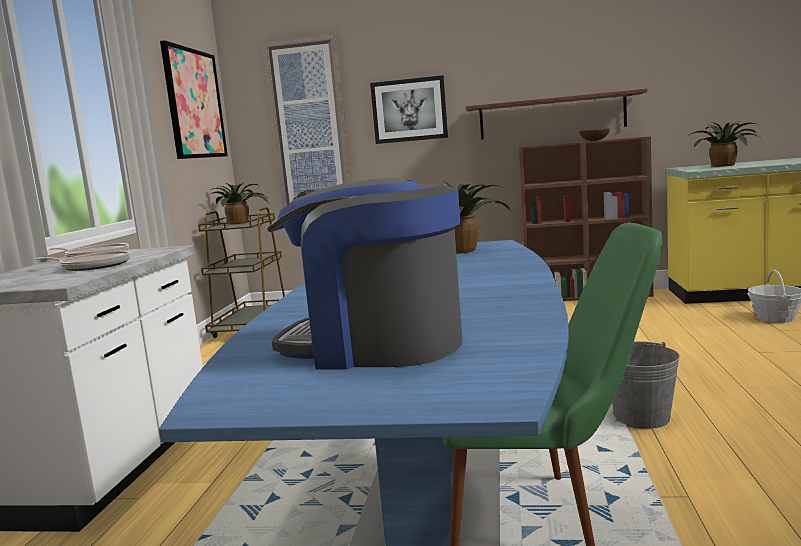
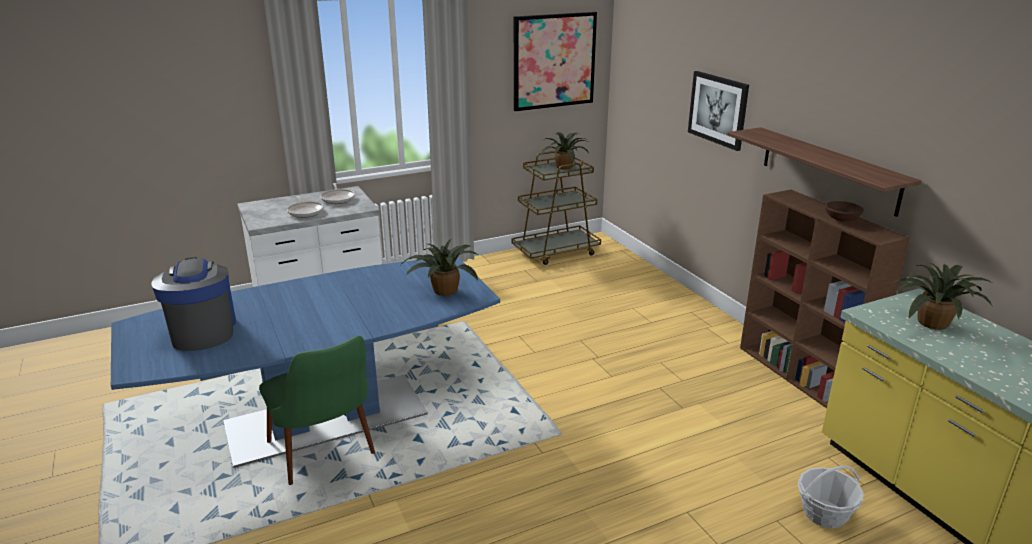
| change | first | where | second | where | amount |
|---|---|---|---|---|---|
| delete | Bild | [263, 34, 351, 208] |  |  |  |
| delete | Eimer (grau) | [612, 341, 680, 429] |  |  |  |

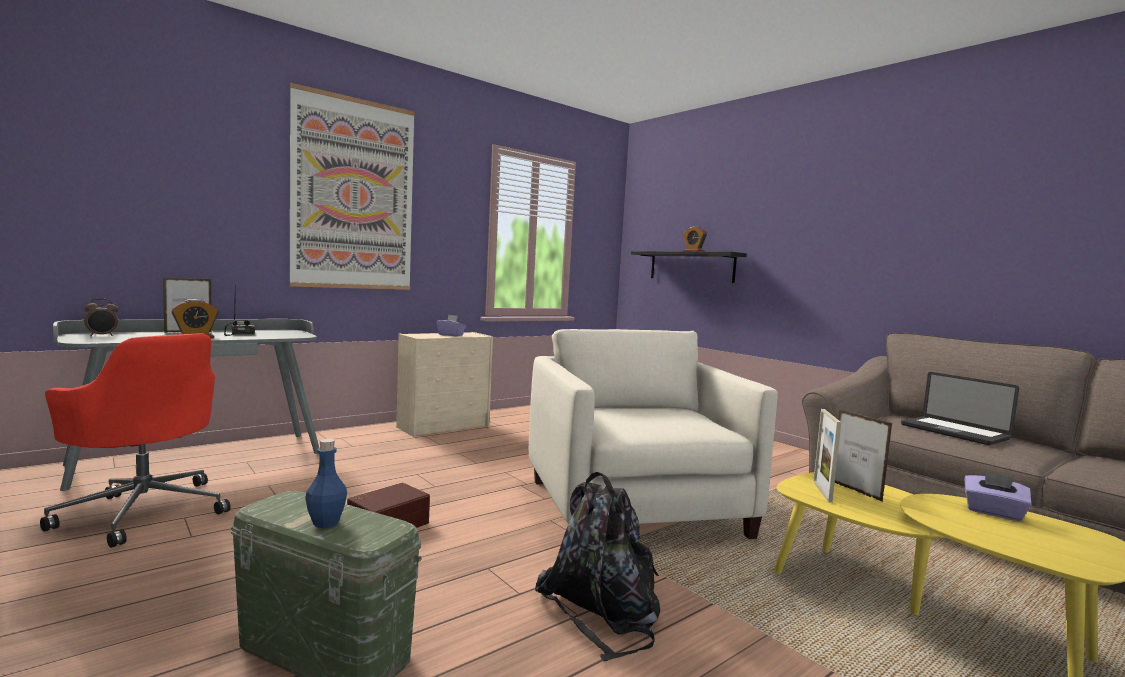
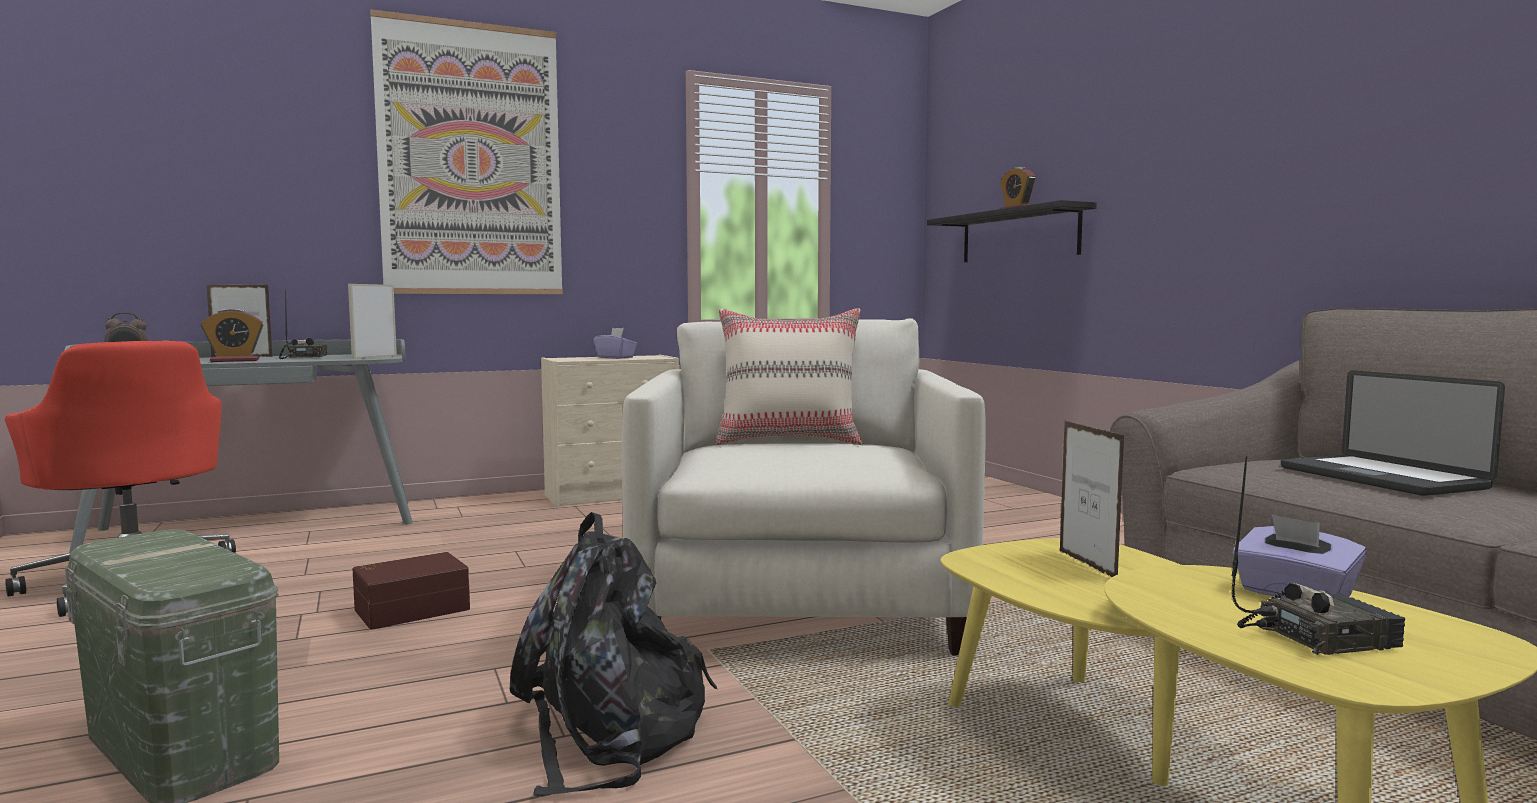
| change | first | where | second | where | amount |
|---|---|---|---|---|---|
| delete | Flasche (blau) | [305, 438, 347, 528] |  |  |  |
| move | Bilderrahmen | [813, 409, 841, 503] |  | [348, 284, 397, 359] |  |
| insert |  |  | Kissen (beige) | [716, 308, 862, 445] |  |
| insert |  |  | Radio | [1232, 456, 1405, 655] |  |

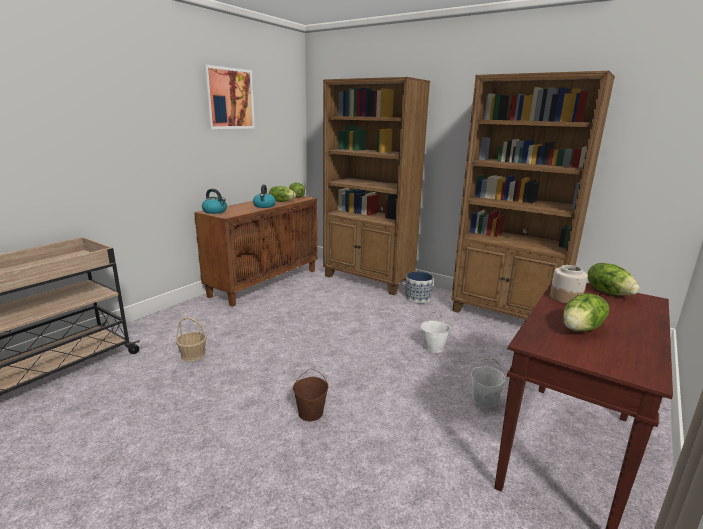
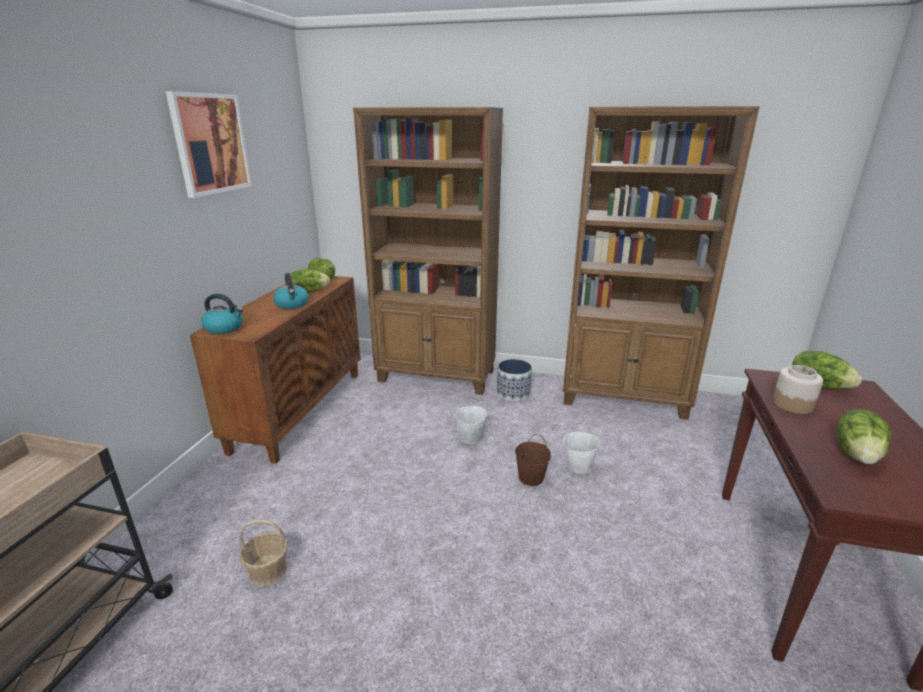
| change | first | where | second | where | amount |
|---|---|---|---|---|---|
| move | Eimer (braun) | [293, 369, 328, 422] |  | [515, 434, 551, 486] |  |
| move | Eimer (weiß) | [471, 358, 506, 408] |  | [455, 397, 487, 444] |  |

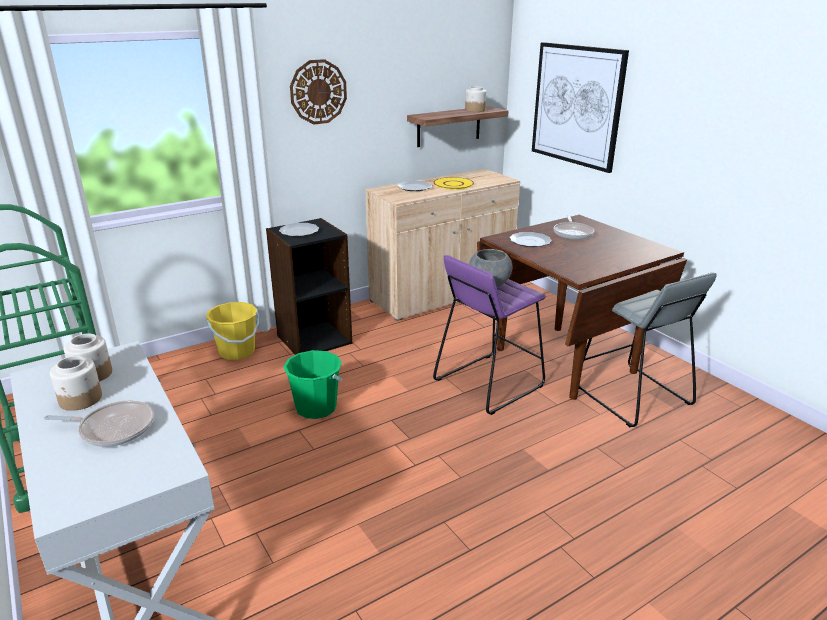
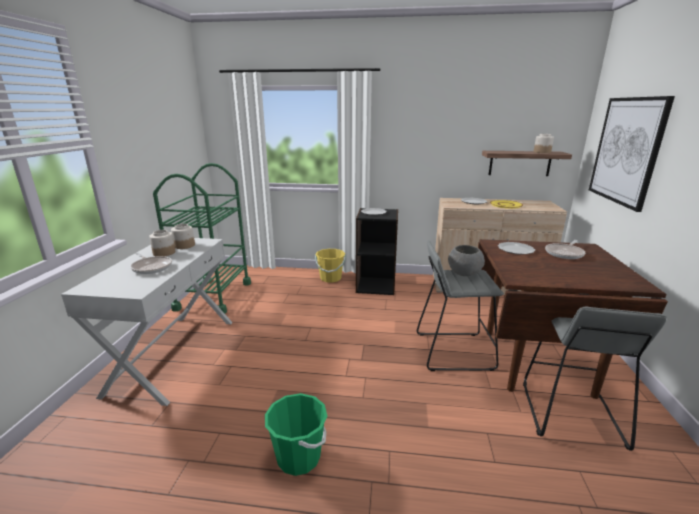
| change | first | where | second | where | amount |
|---|---|---|---|---|---|
| move | Eimer (grün) | [283, 350, 342, 419] |  | [265, 393, 327, 476] |  |
| delete | Wanduhr | [290, 59, 347, 124] |  |  |  |
| recolor | Hocker (lila) | [433, 255, 546, 415] | Hocker (grau) | [417, 241, 504, 371] |  |

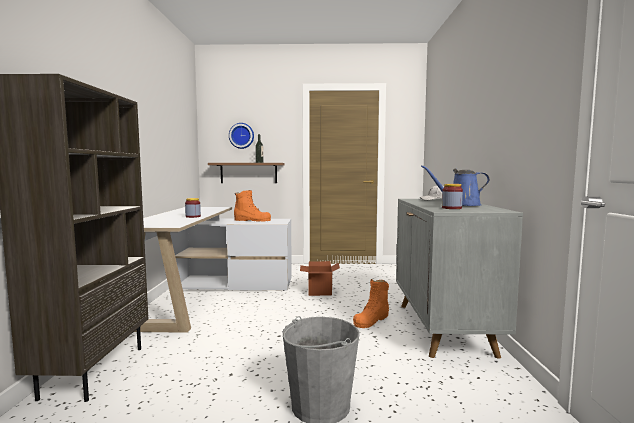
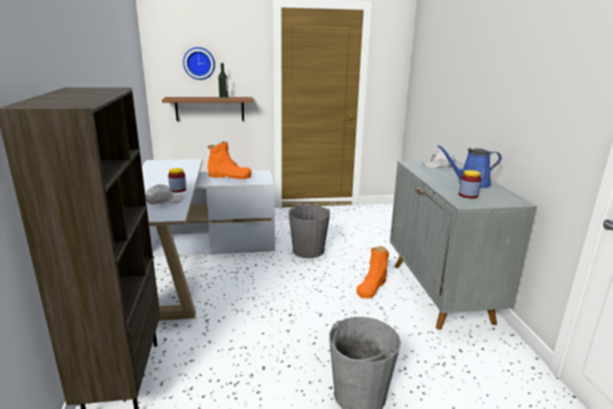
| change | first | where | second | where | amount |
|---|---|---|---|---|---|
| replace | Karton | [300, 261, 340, 296] | Eimer (grau) | [288, 203, 330, 258] |  |
| insert |  |  | Kappe (weiß) | [145, 184, 184, 204] |  |

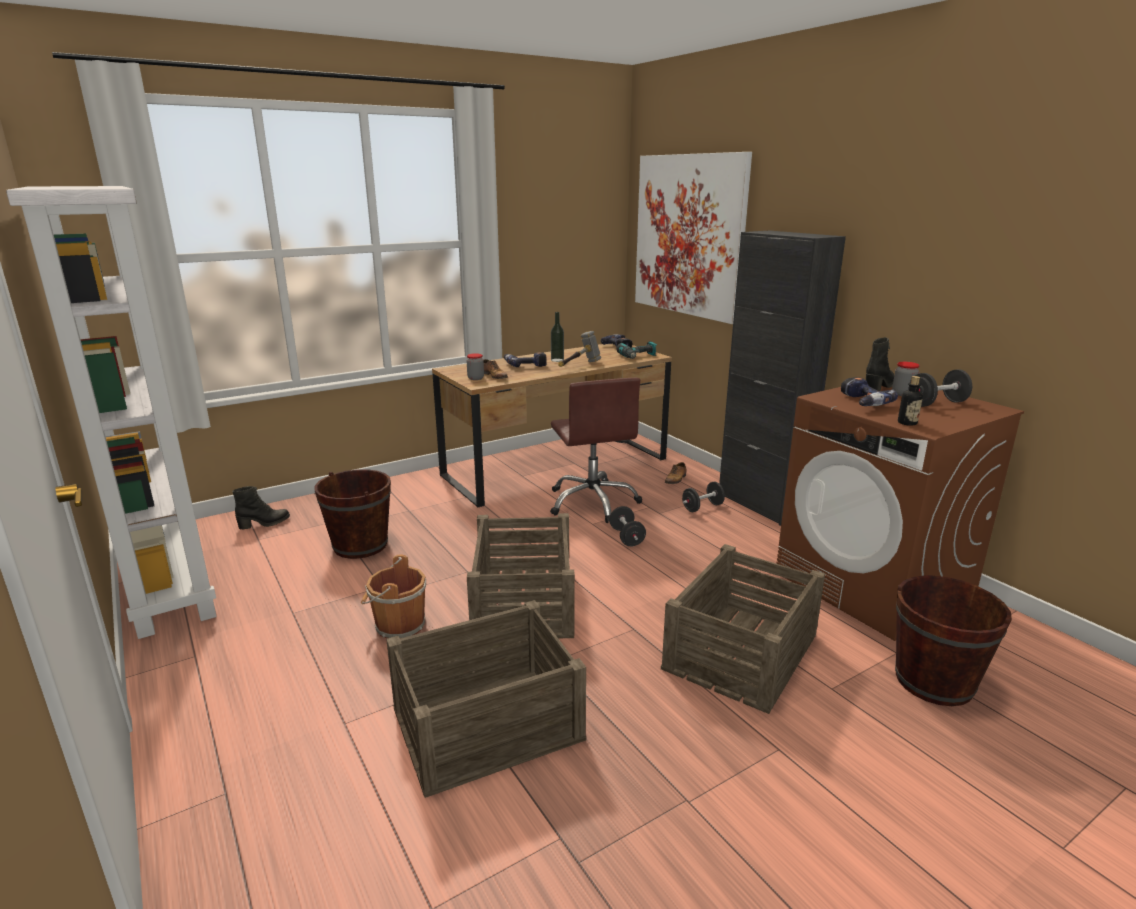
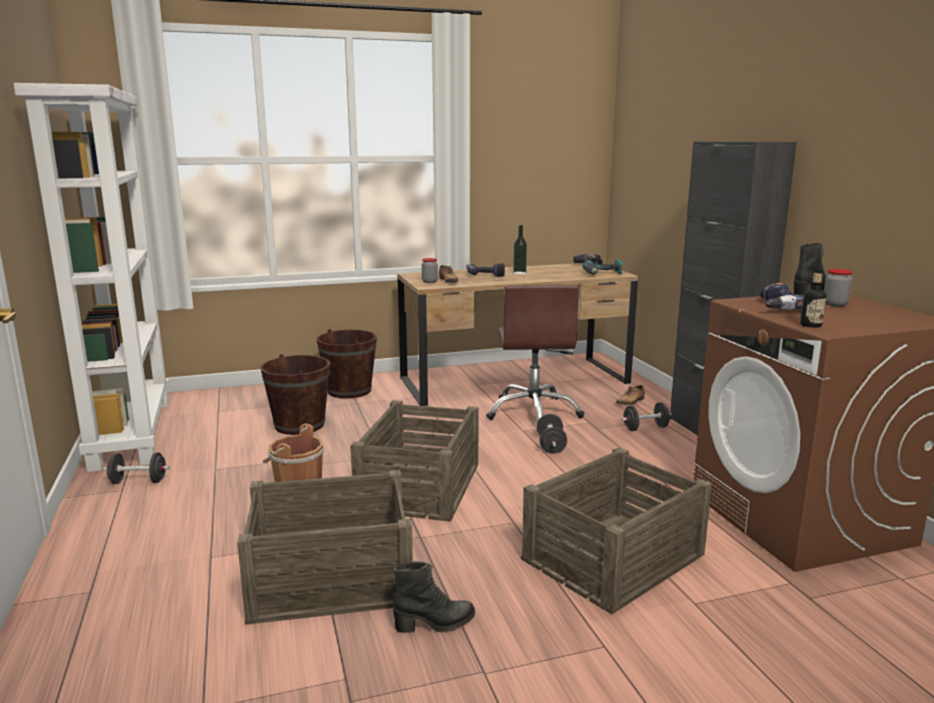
| change | first | where | second | where | amount |
|---|---|---|---|---|---|
| move | Stiefel (schwarz) | [232, 486, 290, 529] |  | [393, 561, 475, 633] |  |
| delete | Hammer | [558, 331, 601, 367] |  |  |  |
| delete | Bild | [635, 152, 752, 324] |  |  |  |
| move | Eimer (braun) | [895, 575, 1012, 706] |  | [317, 329, 377, 399] |  |
| move | Hantel (schwarz) | [910, 369, 972, 407] |  | [103, 453, 170, 484] |  |

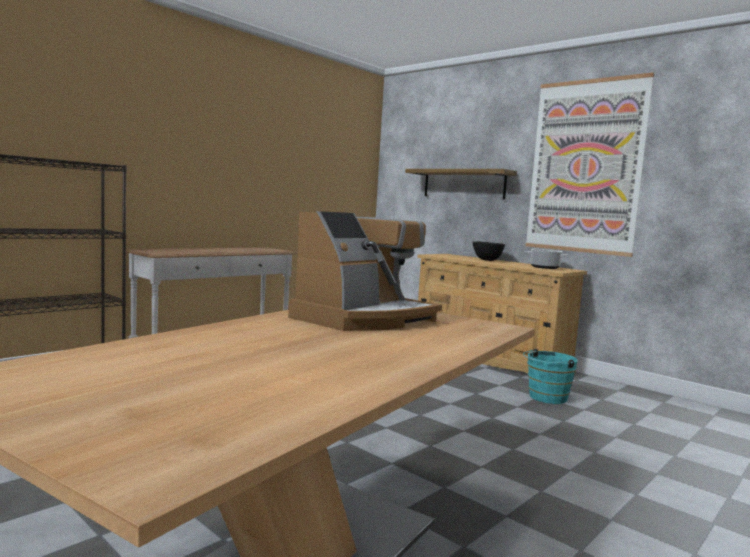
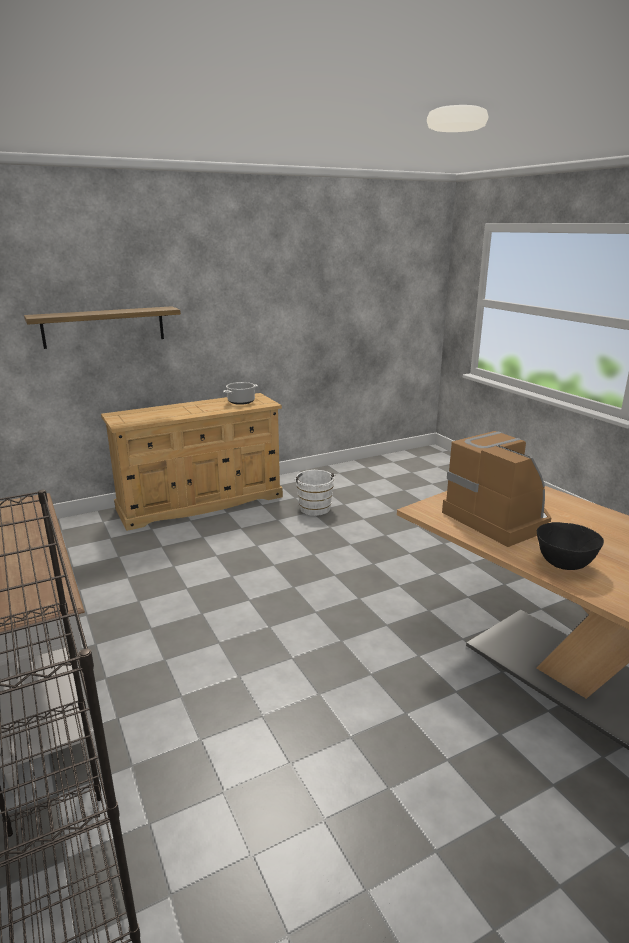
| change | first | where | second | where | amount |
|---|---|---|---|---|---|
| move | Schüssel (schwarz) | [473, 241, 505, 261] |  | [537, 522, 604, 570] |  |
| recolor | Eimer (türkis) | [523, 349, 578, 404] | Eimer (weiß) | [294, 470, 336, 516] |  |
| delete | Bild | [525, 72, 654, 257] |  |  |  |

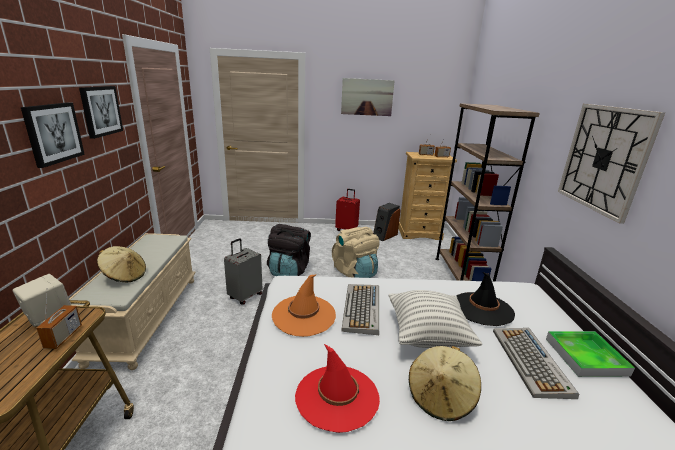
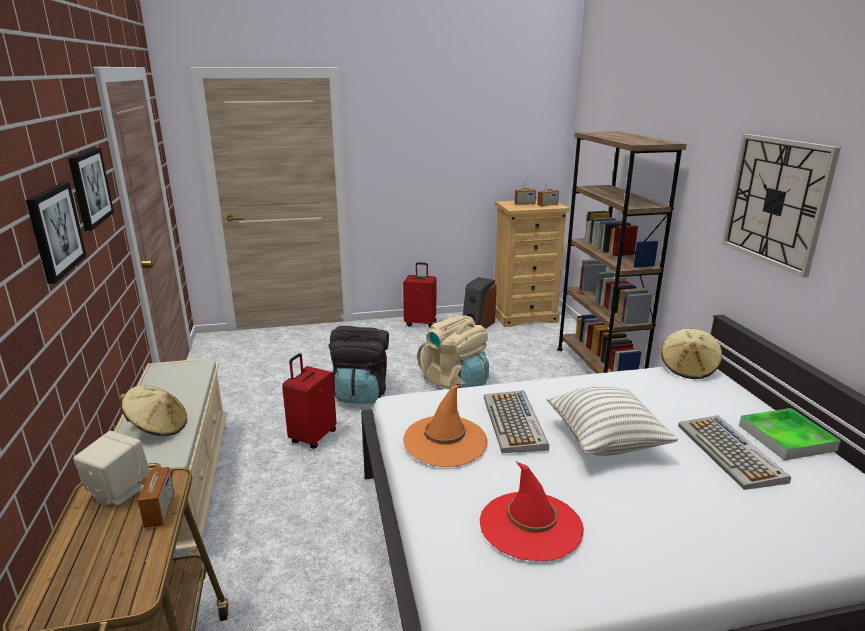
| change | first | where | second | where | amount |
|---|---|---|---|---|---|
| recolor | Koffer (grau) | [224, 238, 262, 304] | Koffer (rot) | [282, 353, 336, 449] |  |
| delete | Bild | [341, 78, 395, 116] |  |  |  |
| move | Hut (beige) | [409, 346, 481, 421] |  | [661, 328, 722, 379] |  |
| delete | Hut (schwarz) | [457, 272, 515, 326] |  |  |  |

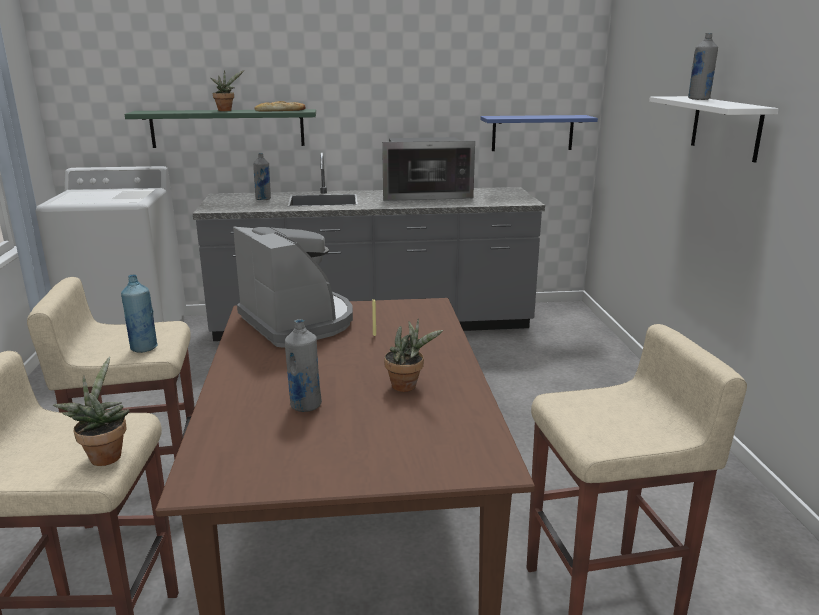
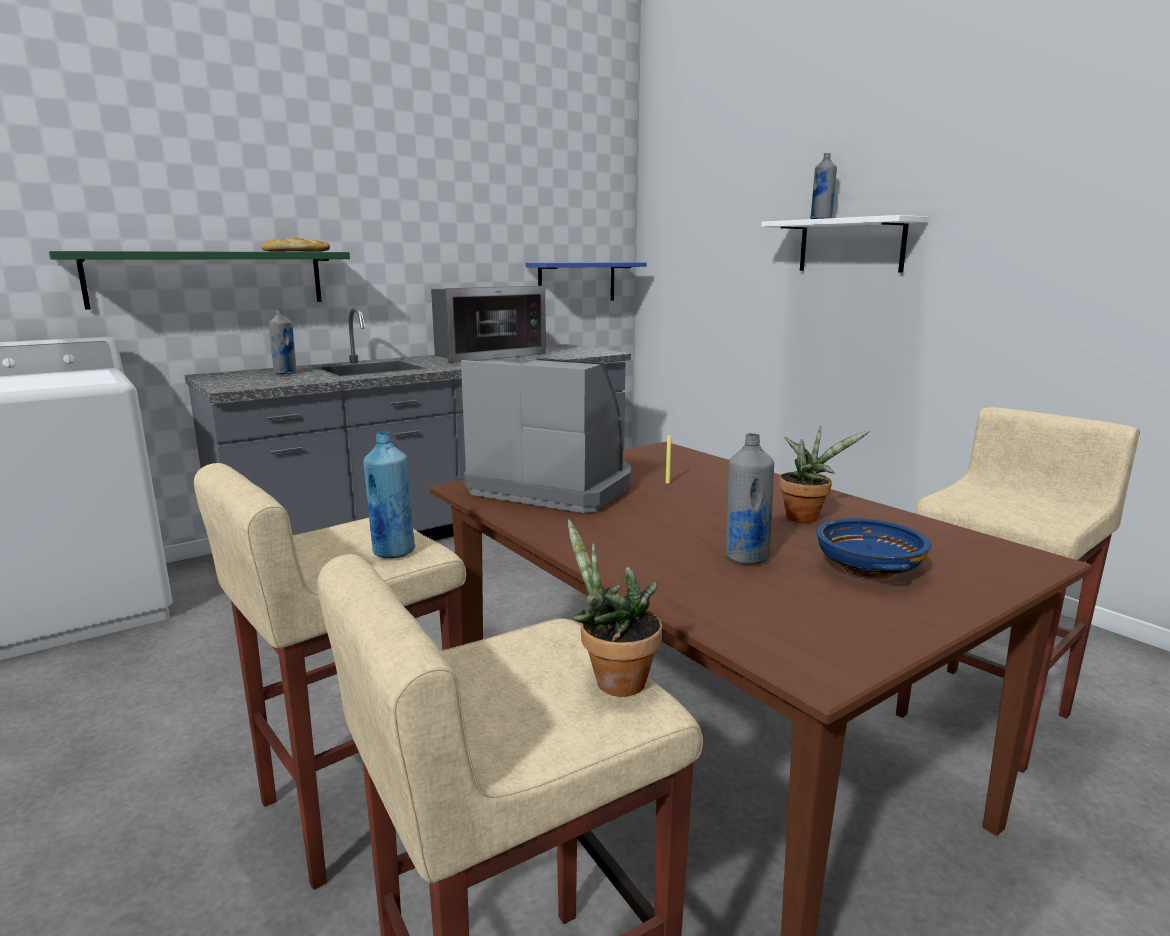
| change | first | where | second | where | amount |
|---|---|---|---|---|---|
| delete | Topfpflanze | [210, 70, 244, 111] |  |  |  |
| insert |  |  | Schüssel (blau) | [816, 518, 931, 579] |  |

